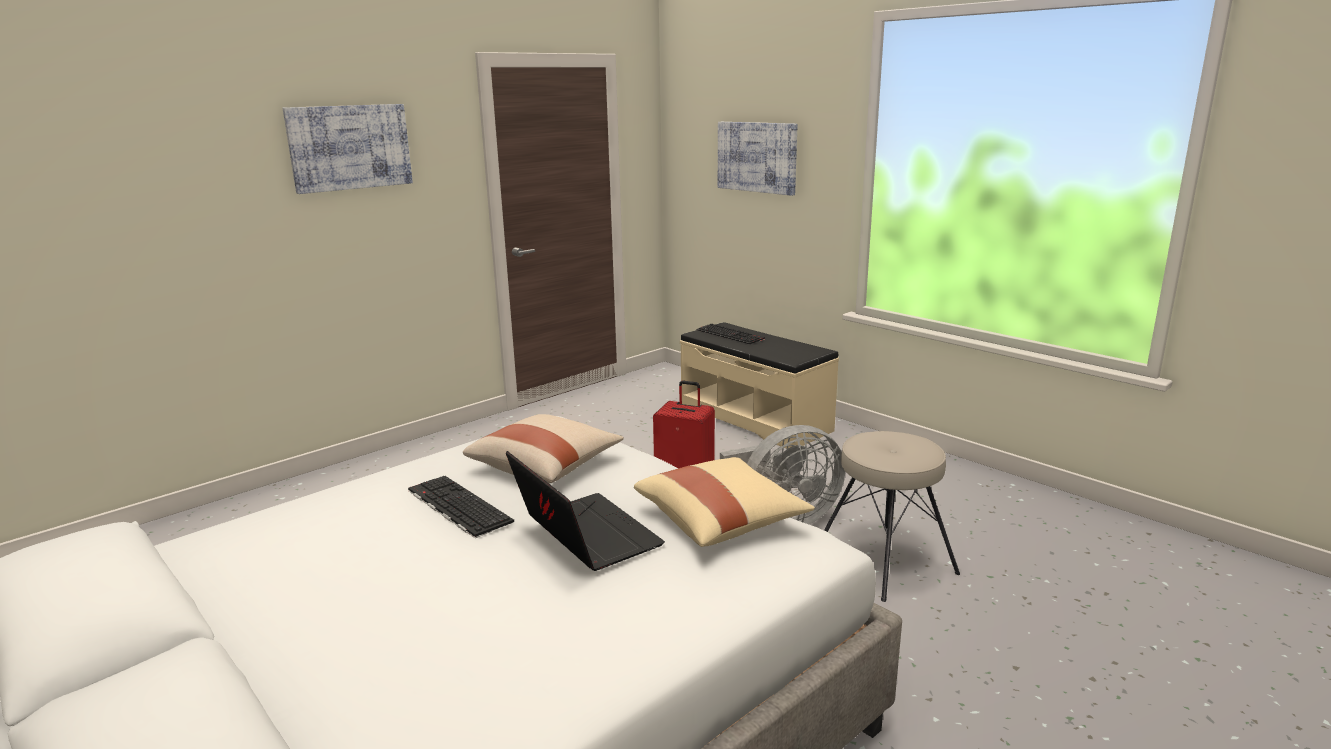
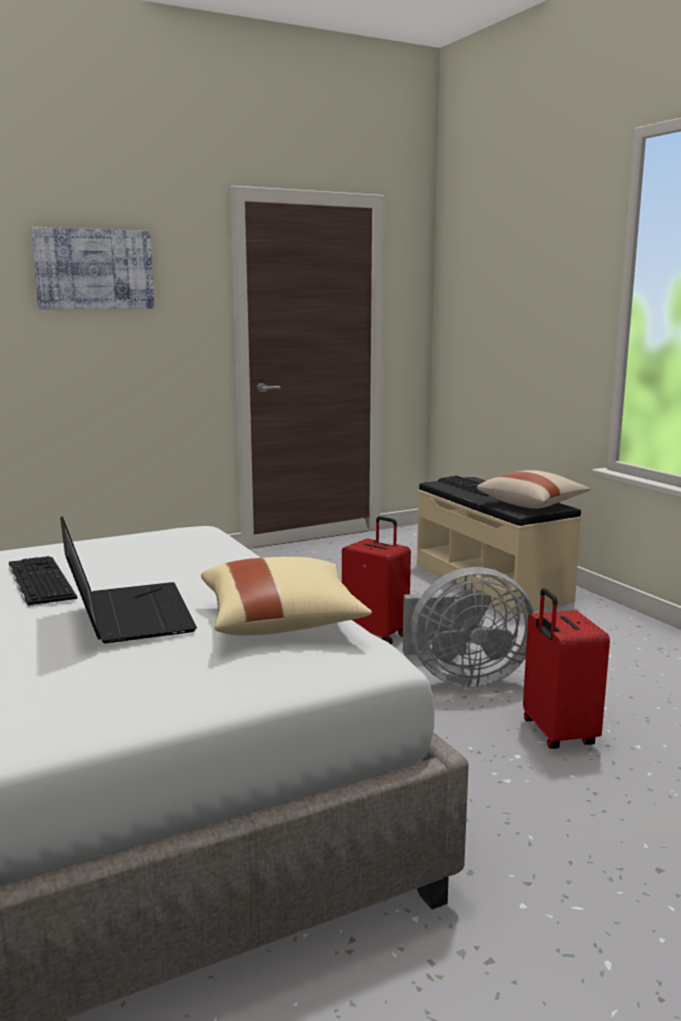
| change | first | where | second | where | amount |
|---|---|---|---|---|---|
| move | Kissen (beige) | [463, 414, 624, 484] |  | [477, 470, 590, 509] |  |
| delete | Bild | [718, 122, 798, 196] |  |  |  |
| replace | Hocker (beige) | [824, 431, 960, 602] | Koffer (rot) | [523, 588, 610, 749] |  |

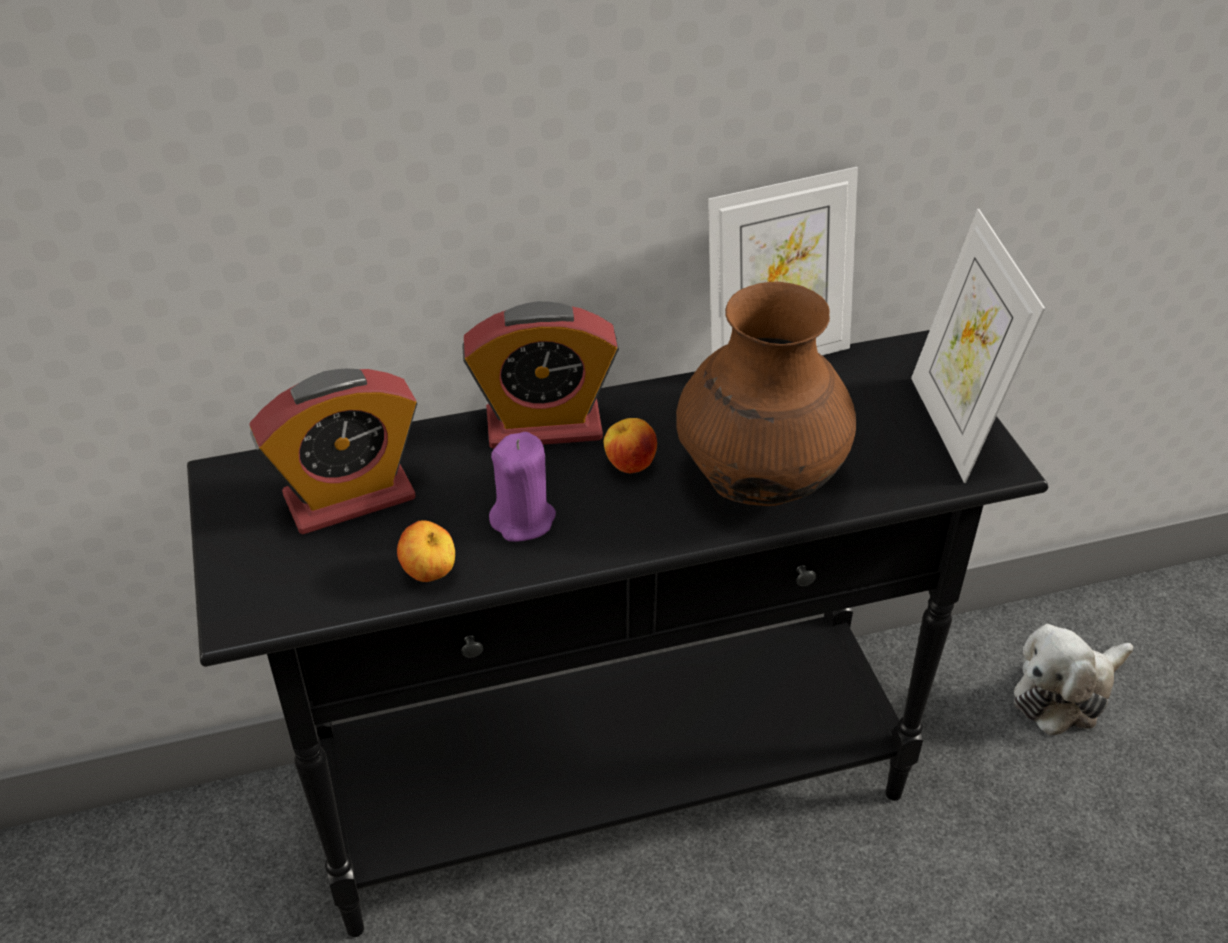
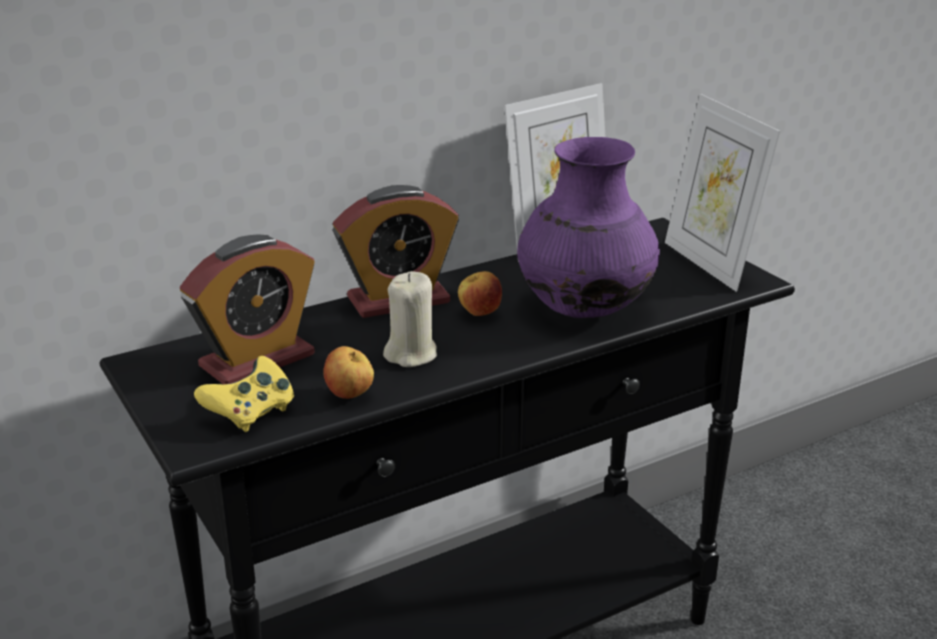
| change | first | where | second | where | amount |
|---|---|---|---|---|---|
| recolor | Kerze (lila) | [489, 432, 556, 542] | Kerze (beige) | [383, 271, 437, 367] |  |
| recolor | Vase (braun) | [676, 282, 856, 506] | Vase (lila) | [517, 137, 660, 318] |  |
| delete | Plüschtier | [1014, 624, 1133, 736] |  |  |  |
| insert |  |  | Gamepad (gelb) | [194, 356, 294, 432] |  |

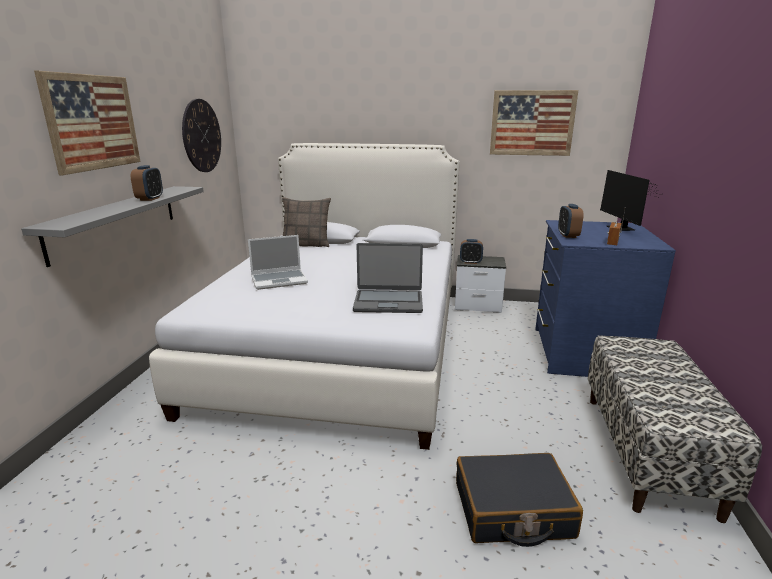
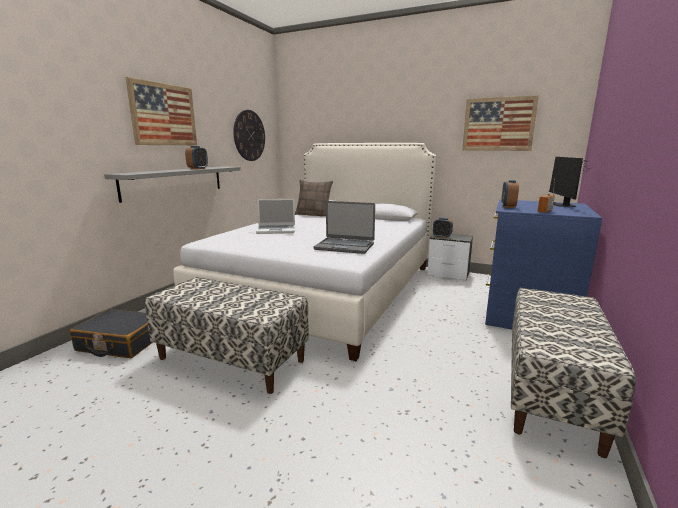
| change | first | where | second | where | amount |
|---|---|---|---|---|---|
| move | Koffer (schwarz) | [456, 453, 583, 547] |  | [70, 309, 153, 358] |  |
| insert |  |  | Bank | [145, 277, 309, 394] |  |

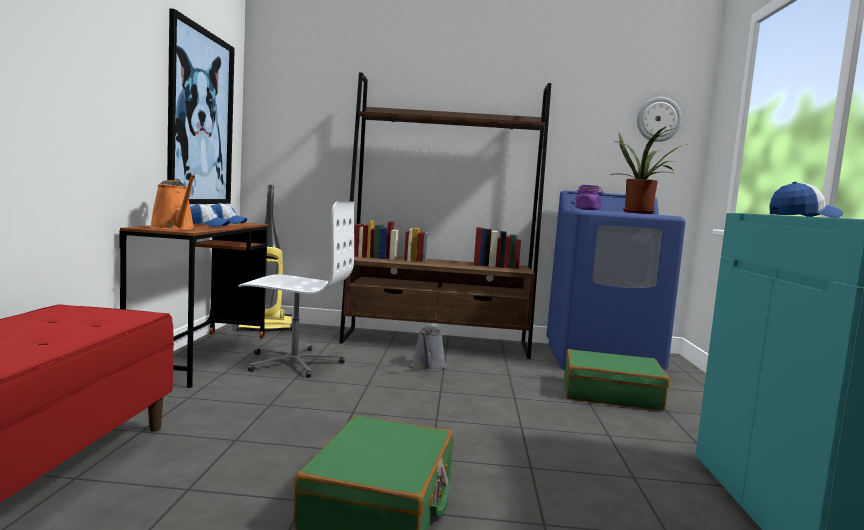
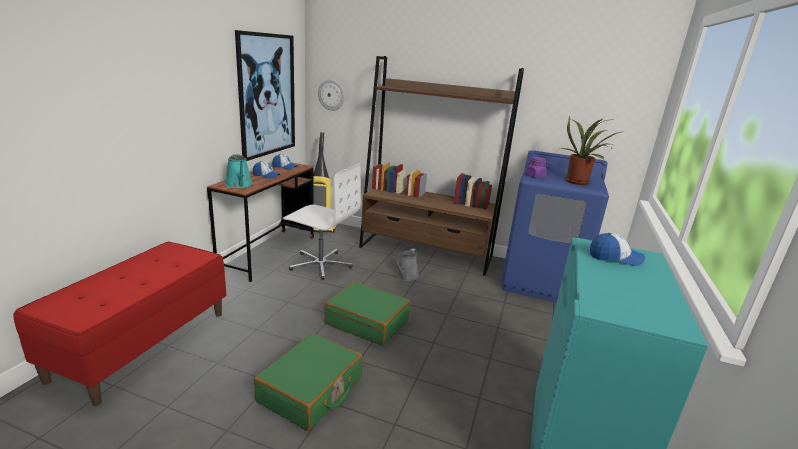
| change | first | where | second | where | amount |
|---|---|---|---|---|---|
| recolor | Gießkanne (orange) | [150, 175, 195, 230] | Gießkanne (türkis) | [225, 154, 253, 188] |  |
| move | Koffer (grün) | [564, 349, 669, 411] |  | [324, 282, 410, 346] |  |
| move | Wanduhr | [637, 97, 682, 142] |  | [318, 79, 345, 111] |  |

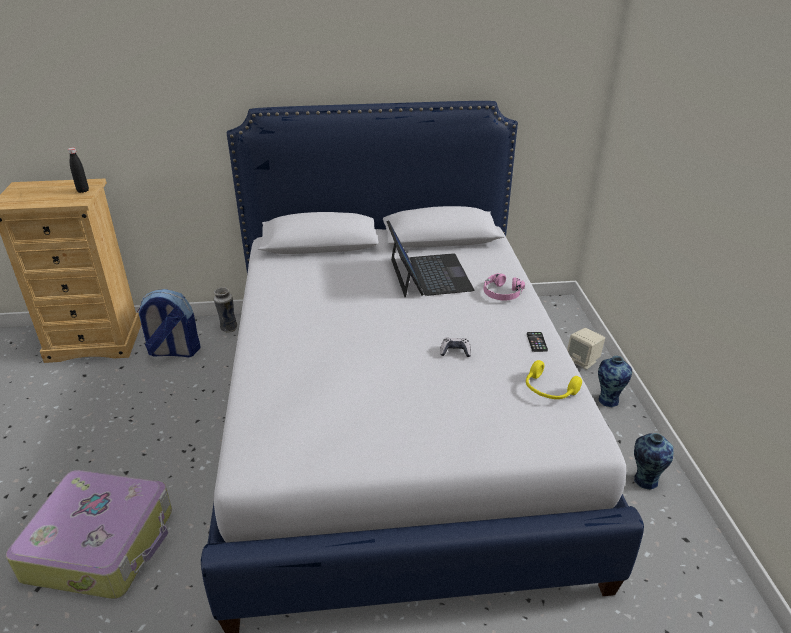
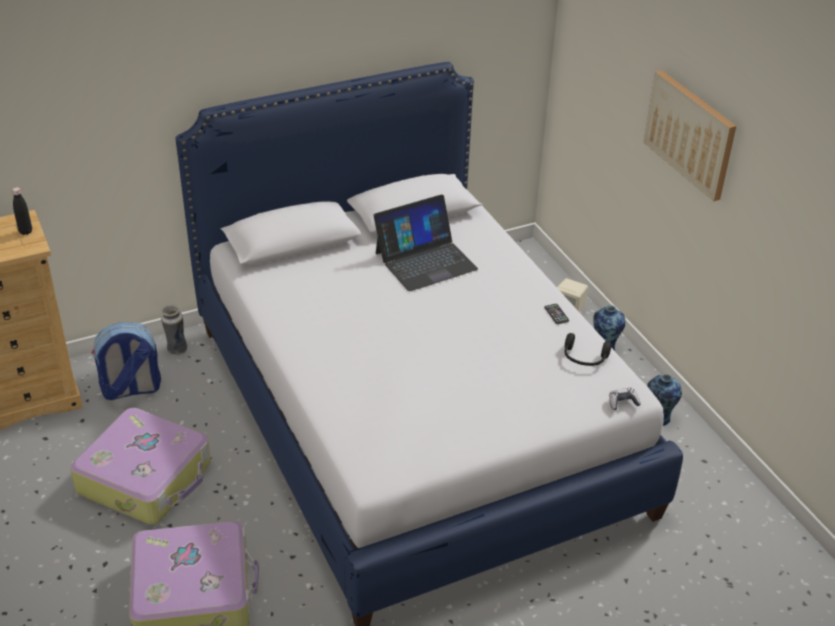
| change | first | where | second | where | amount |
|---|---|---|---|---|---|
| rotate | Laptop | [386, 220, 474, 297] |  | [373, 195, 478, 291] | 90 degrees clockwise |
| move | Gamepad | [440, 338, 471, 357] |  | [610, 388, 641, 410] |  |
| delete | Kopfhörer (rosa) | [484, 273, 525, 300] |  |  |  |
| recolor | Kopfhörer (gelb) | [526, 360, 582, 399] | Kopfhörer (schwarz) | [565, 333, 611, 366] |  |
| insert |  |  | Koffer | [70, 408, 211, 525] |  |
| insert |  |  | Bild | [643, 70, 736, 201] |  |

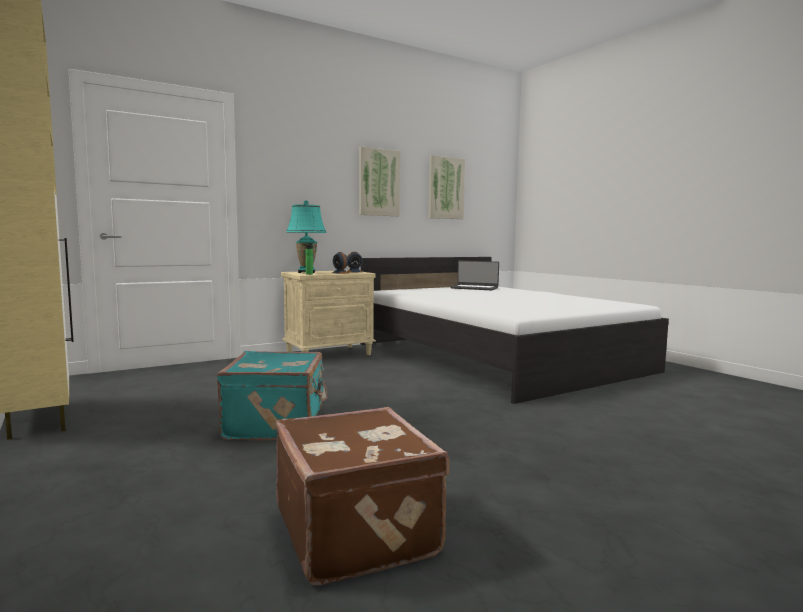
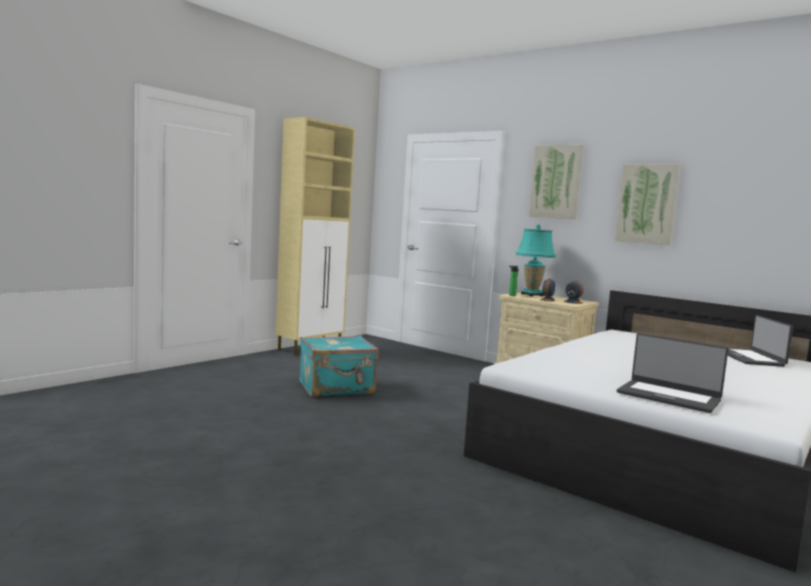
| change | first | where | second | where | amount |
|---|---|---|---|---|---|
| delete | Koffer (braun) | [276, 407, 449, 586] |  |  |  |
| move | Bild | [428, 155, 465, 219] |  | [529, 145, 583, 219] |  |
| insert |  |  | Laptop | [617, 333, 728, 413] |  |

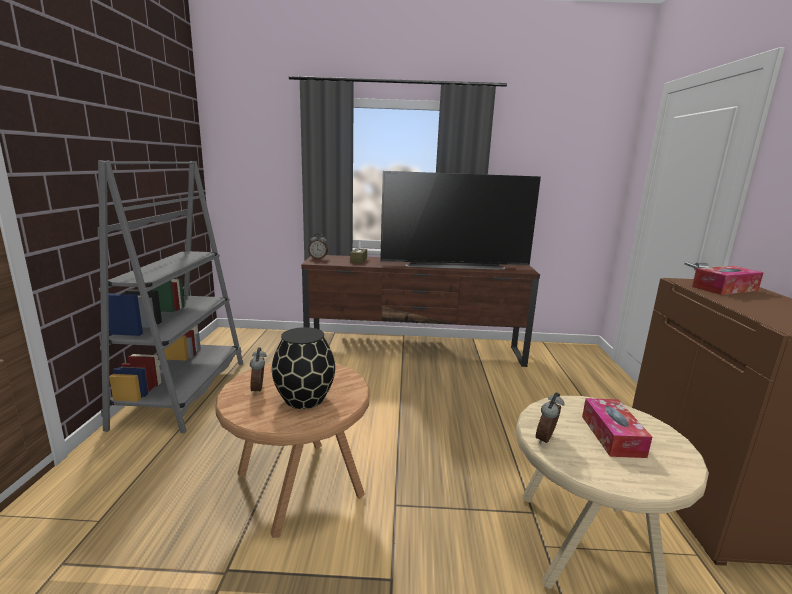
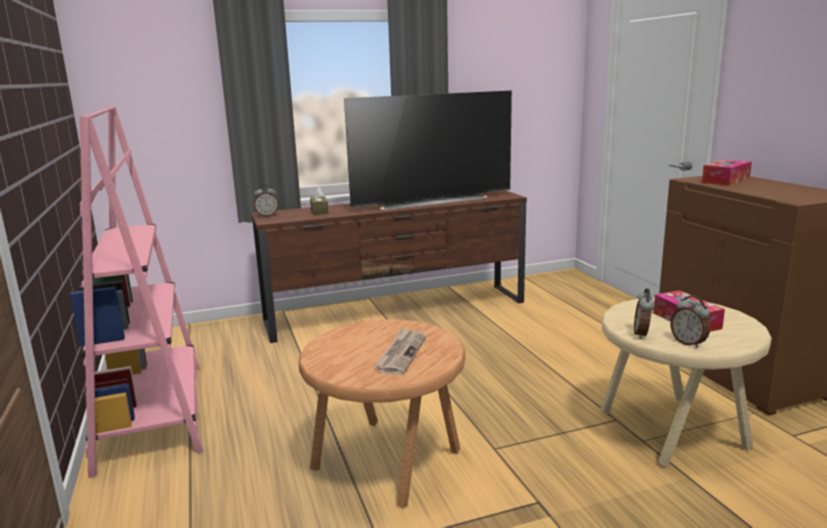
| change | first | where | second | where | amount |
|---|---|---|---|---|---|
| recolor | Bücherregal (grau) | [98, 160, 243, 433] | Bücherregal (rosa) | [70, 106, 203, 478] |  |
| move | Wecker | [250, 348, 267, 395] |  | [670, 296, 710, 348] |  |
| replace | Vase (schwarz) | [272, 327, 335, 409] | Zeitung | [374, 328, 426, 375] |  |

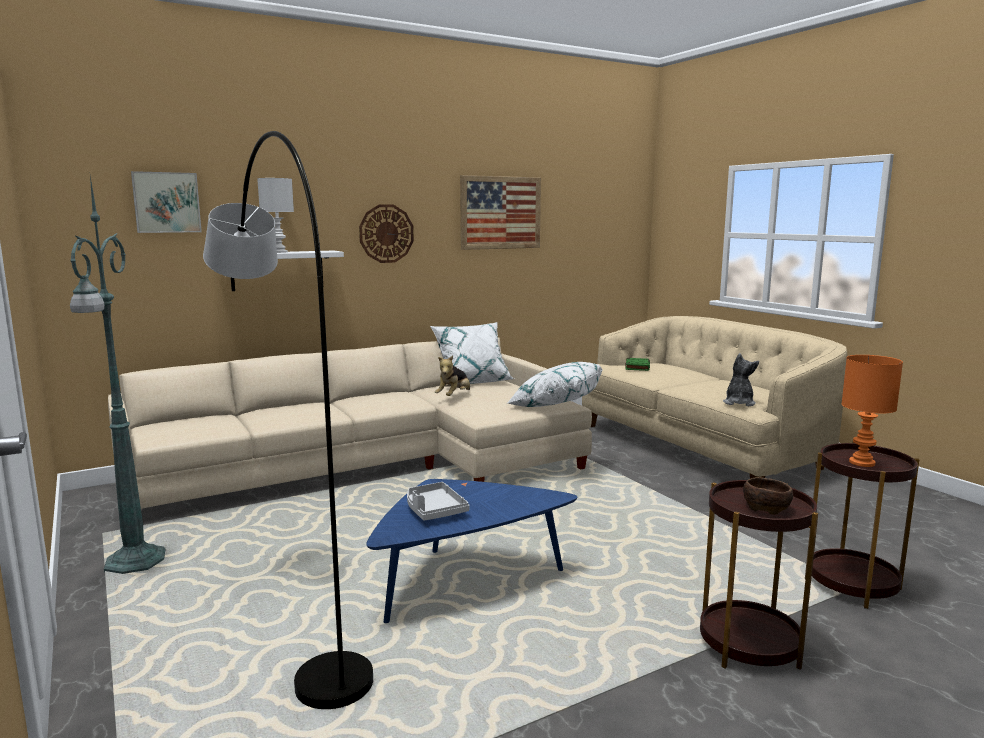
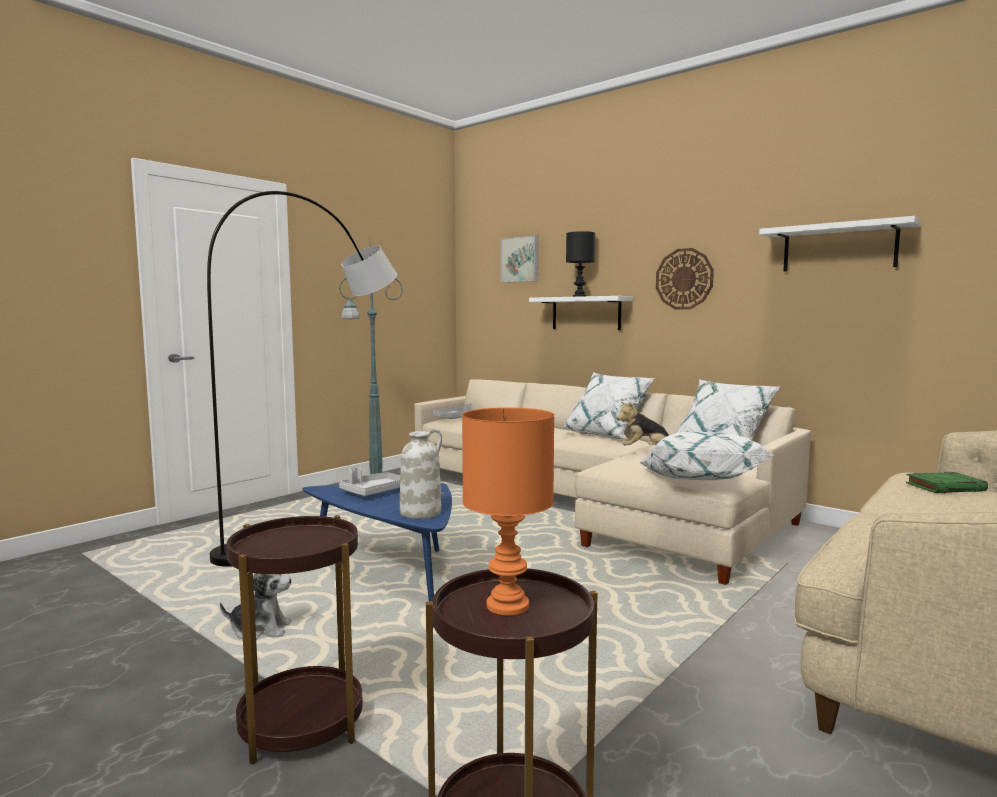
| change | first | where | second | where | amount |
|---|---|---|---|---|---|
| recolor | Tischlampe (weiß) | [257, 178, 294, 253] | Tischlampe (schwarz) | [566, 231, 595, 297] |  |
| replace | Bild | [460, 175, 541, 250] | Wandregal (weiß) | [759, 216, 921, 272] |  |
| move | Plüschtier | [723, 353, 759, 406] |  | [220, 573, 291, 640] |  |
| delete | Schüssel (braun) | [743, 477, 793, 515] |  |  |  |
| insert |  |  | Vase (weiß) | [400, 428, 442, 519] |  |
| insert |  |  | Tablett (grau) | [433, 403, 475, 419] |  |
| insert |  |  | Kissen (weiß) | [562, 372, 655, 439] |  |

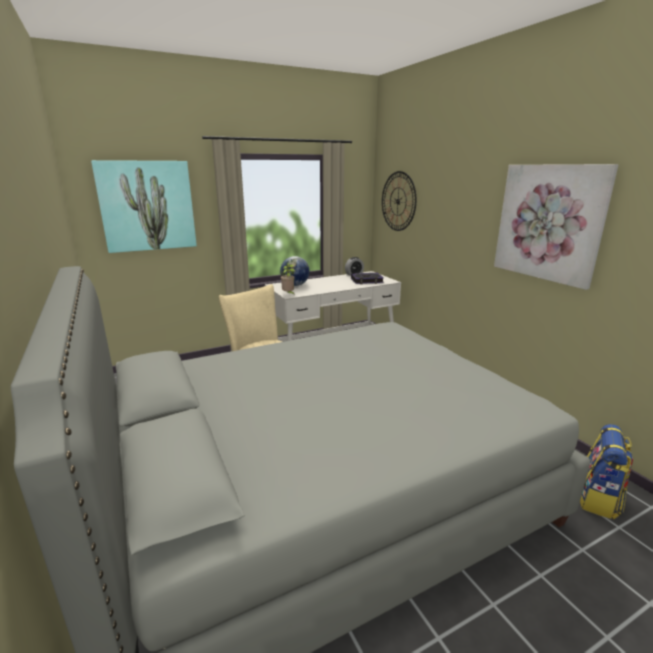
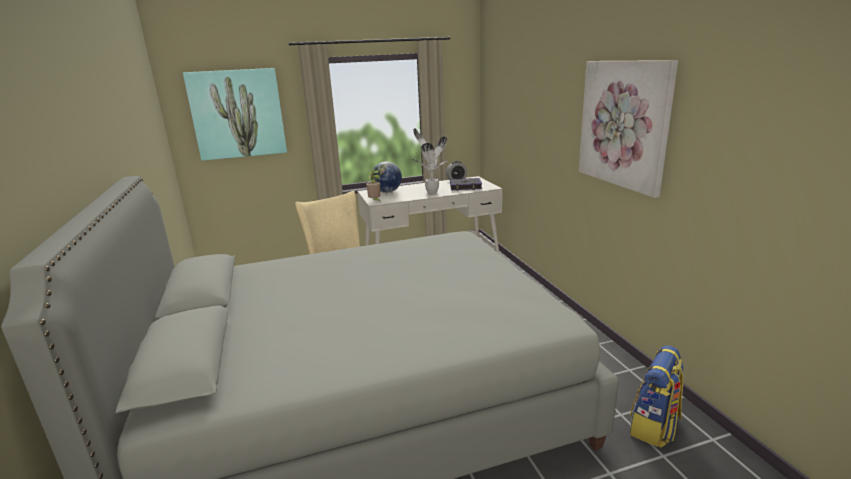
| change | first | where | second | where | amount |
|---|---|---|---|---|---|
| delete | Wanduhr | [382, 171, 416, 231] |  |  |  |
| insert |  |  | Topfpflanze | [411, 128, 447, 193] |  |

